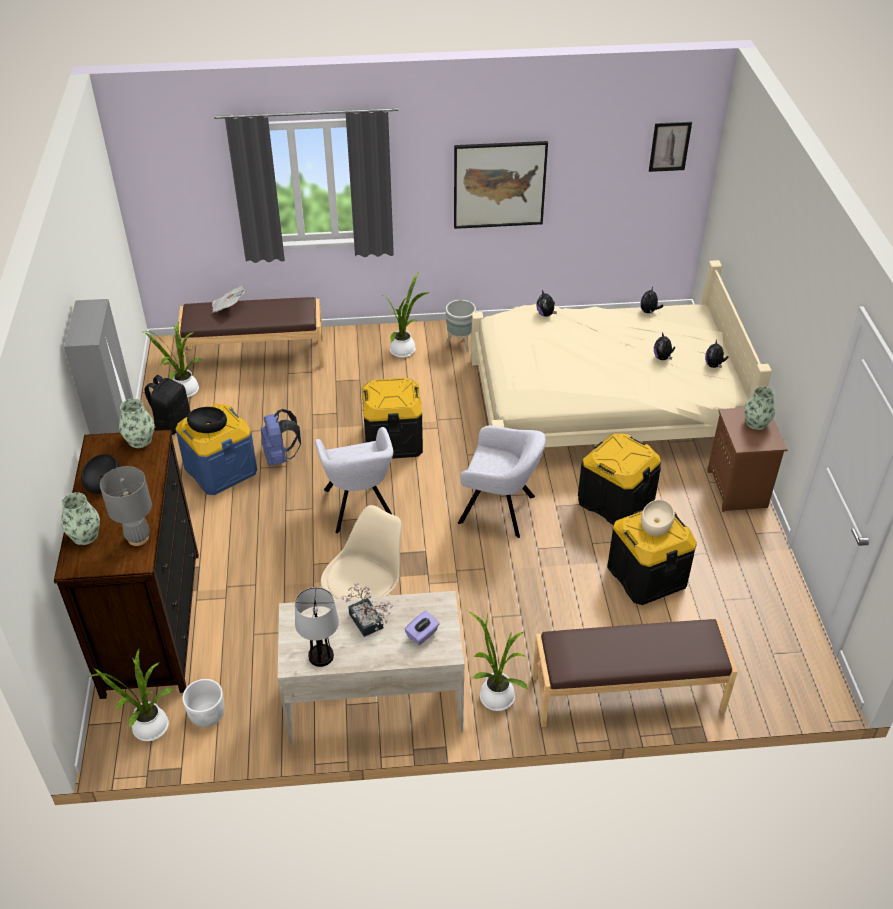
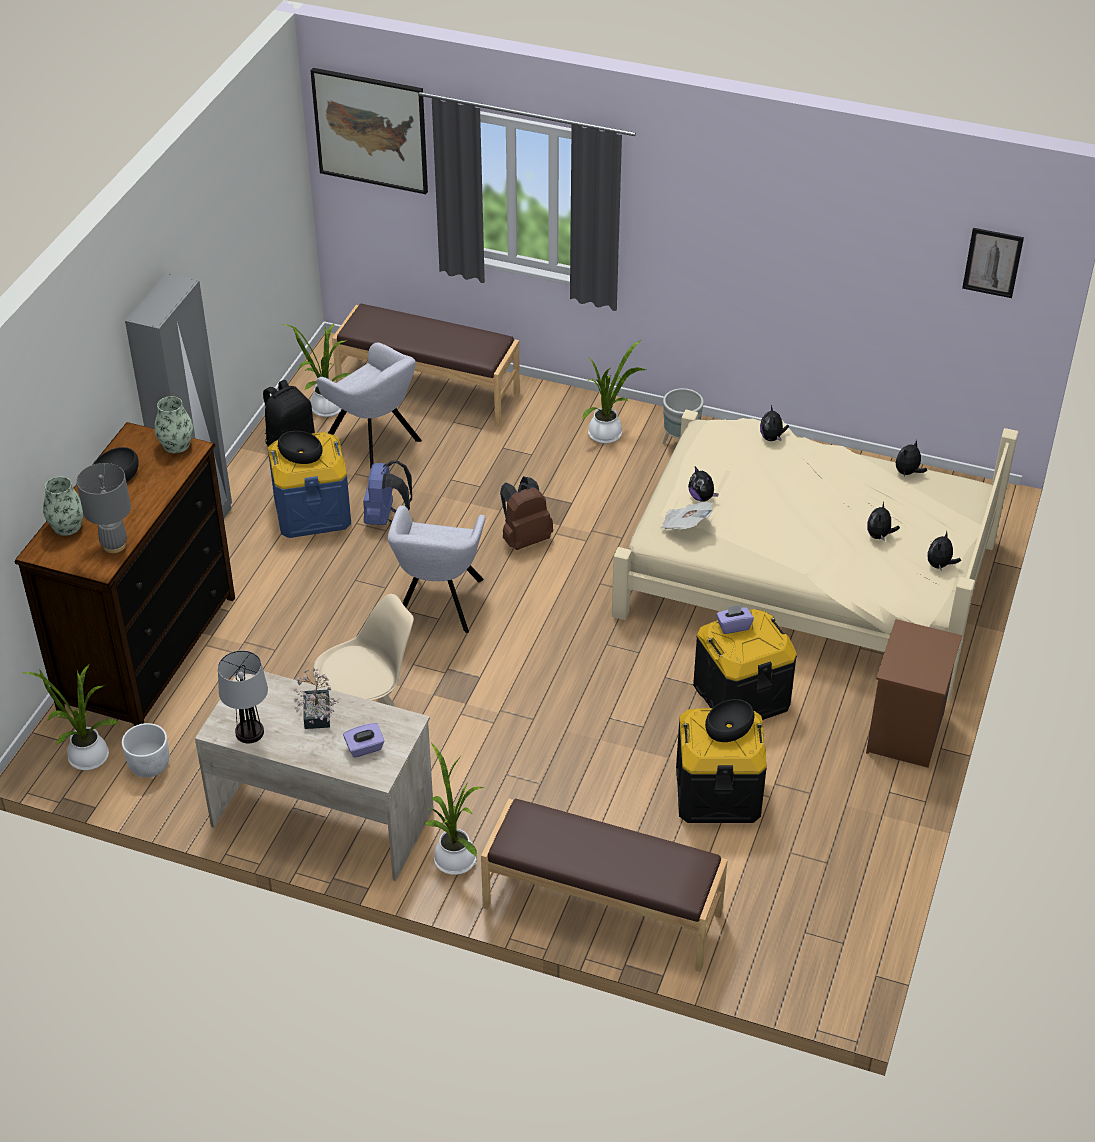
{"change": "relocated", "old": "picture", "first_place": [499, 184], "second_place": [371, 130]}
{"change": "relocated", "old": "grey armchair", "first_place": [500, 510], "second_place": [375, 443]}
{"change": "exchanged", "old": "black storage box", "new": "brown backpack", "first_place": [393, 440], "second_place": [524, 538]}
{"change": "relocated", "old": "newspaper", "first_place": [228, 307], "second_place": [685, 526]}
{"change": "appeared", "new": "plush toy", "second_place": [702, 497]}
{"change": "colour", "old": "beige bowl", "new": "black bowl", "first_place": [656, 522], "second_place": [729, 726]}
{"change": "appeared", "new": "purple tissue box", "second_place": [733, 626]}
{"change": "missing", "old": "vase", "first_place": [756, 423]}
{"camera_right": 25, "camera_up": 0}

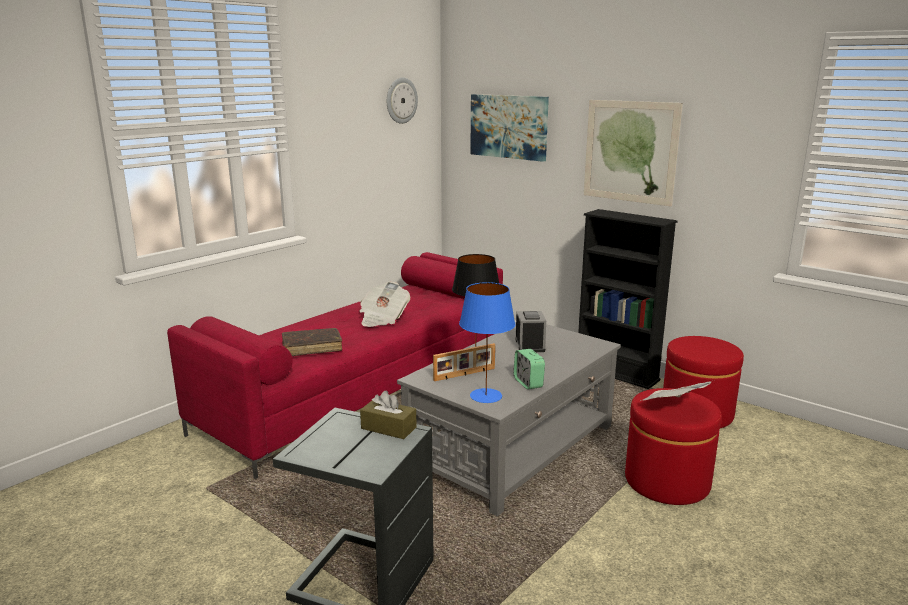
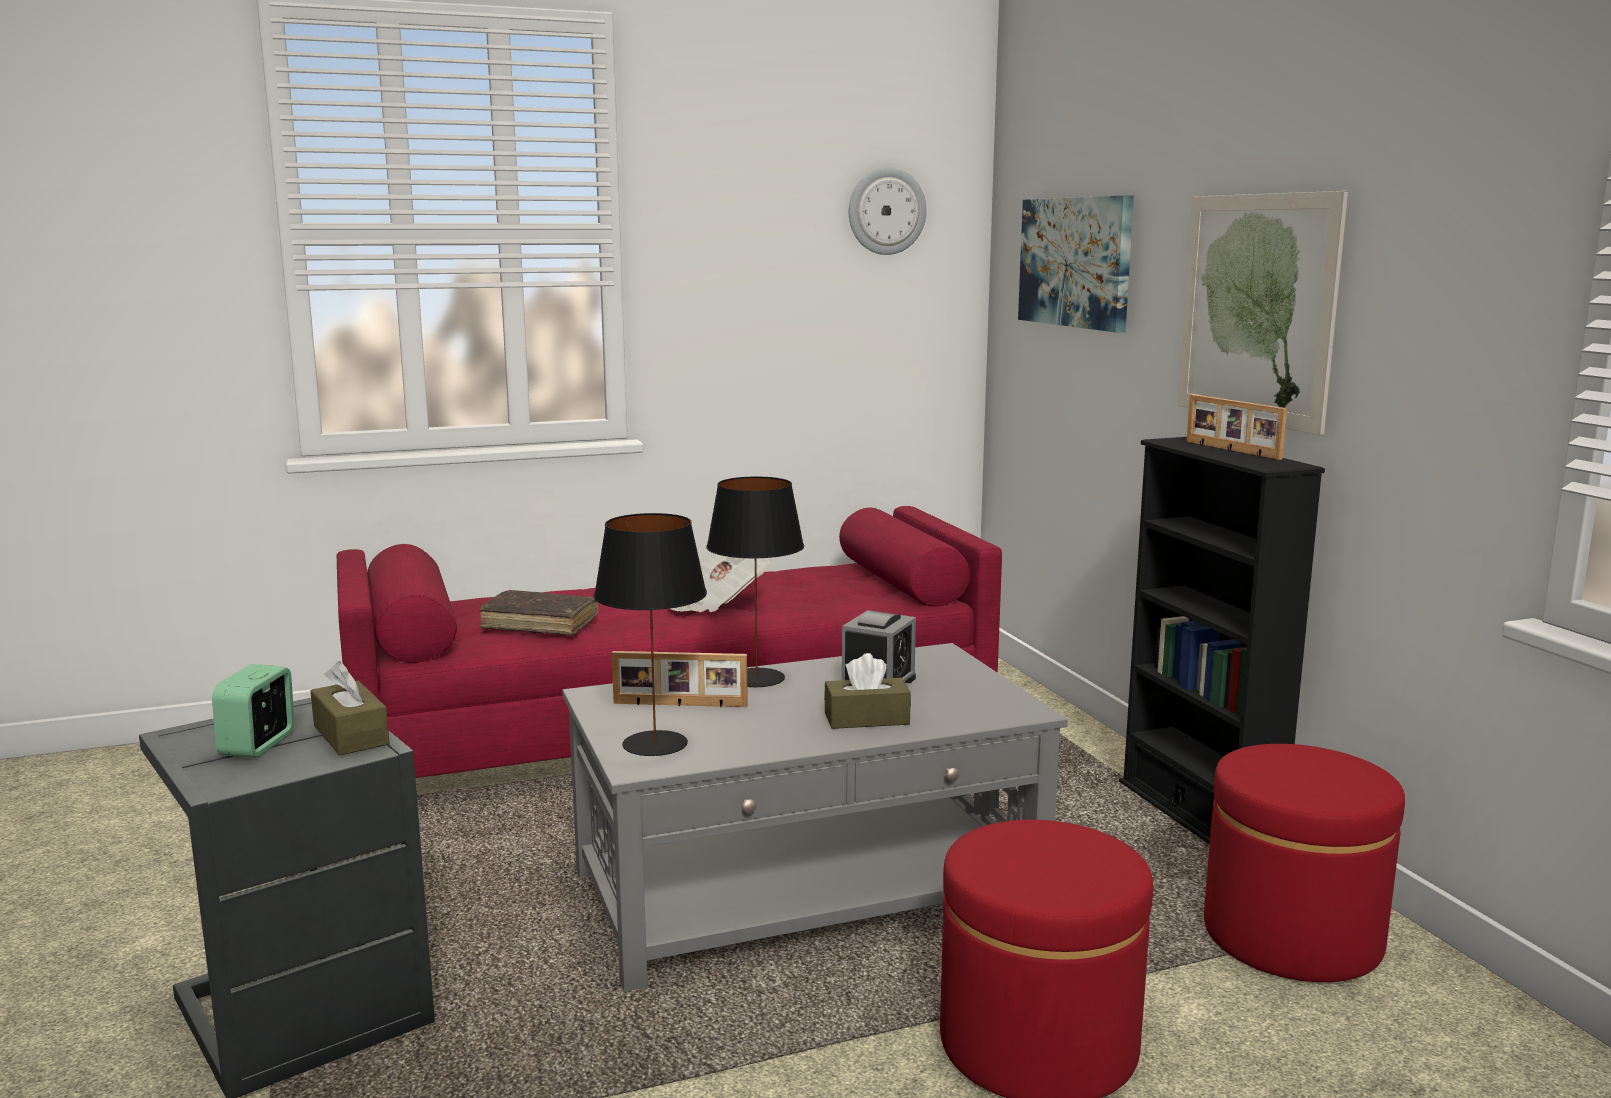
{"change": "relocated", "old": "alarm clock", "first_place": [528, 383], "second_place": [258, 745]}
{"change": "colour", "old": "blue table lamp", "new": "black table lamp", "first_place": [485, 396], "second_place": [653, 744]}
{"change": "appeared", "new": "brown tissue box", "second_place": [866, 719]}
{"change": "appeared", "new": "picture frame", "second_place": [1231, 450]}
{"change": "missing", "old": "newspaper", "first_place": [673, 407]}
{"camera_right": 30, "camera_up": -5}

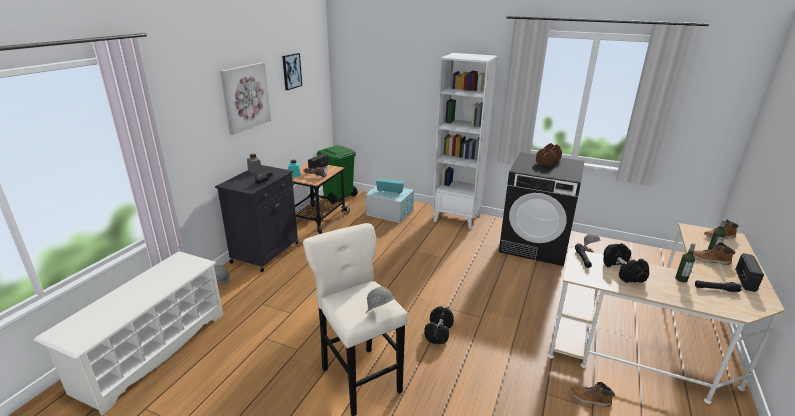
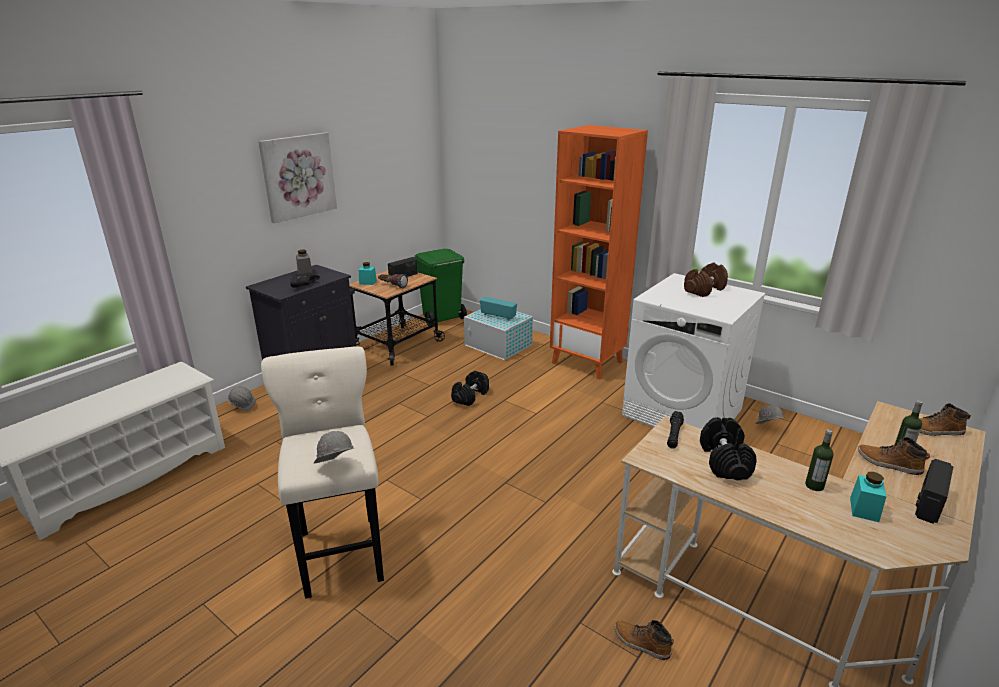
{"change": "relocated", "old": "black dumbbell", "first_place": [438, 332], "second_place": [470, 396]}
{"change": "colour", "old": "white bookcase", "new": "orange bookcase", "first_place": [457, 218], "second_place": [587, 362]}
{"change": "colour", "old": "black washing machine", "new": "white washing machine", "first_place": [535, 245], "second_place": [683, 413]}
{"change": "exchanged", "old": "black flashlight", "new": "turquoise jar", "first_place": [716, 289], "second_place": [864, 509]}
{"change": "missing", "old": "picture", "first_place": [291, 71]}
{"camera_right": 15, "camera_up": 0}

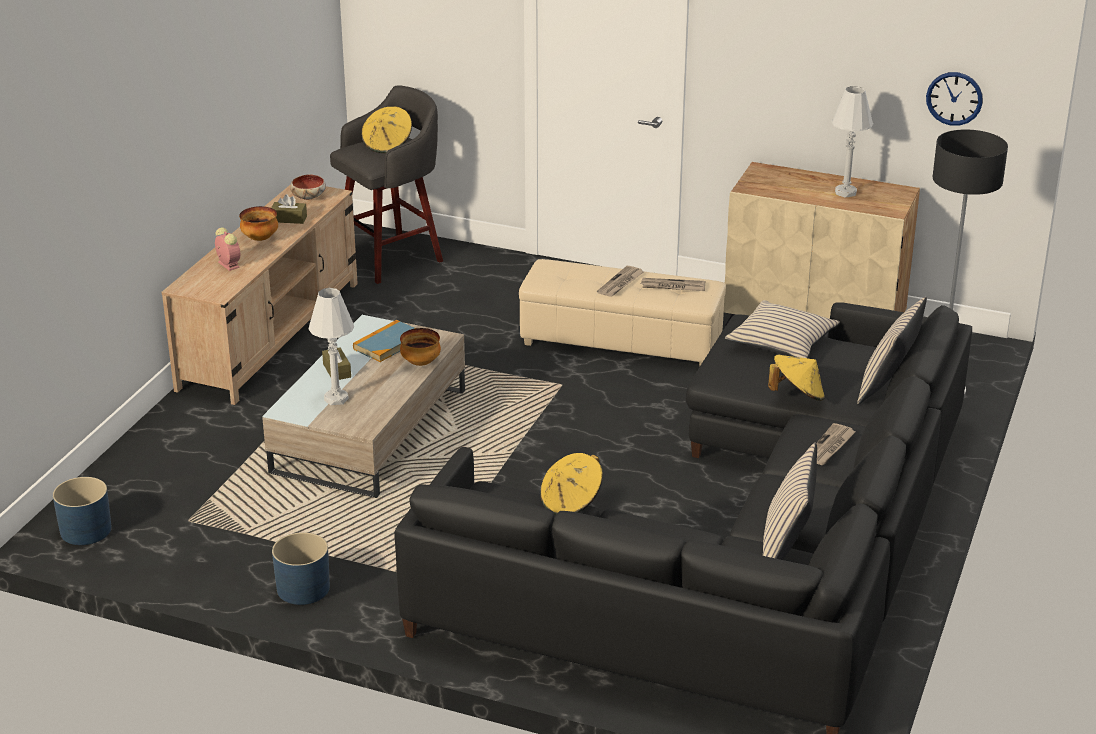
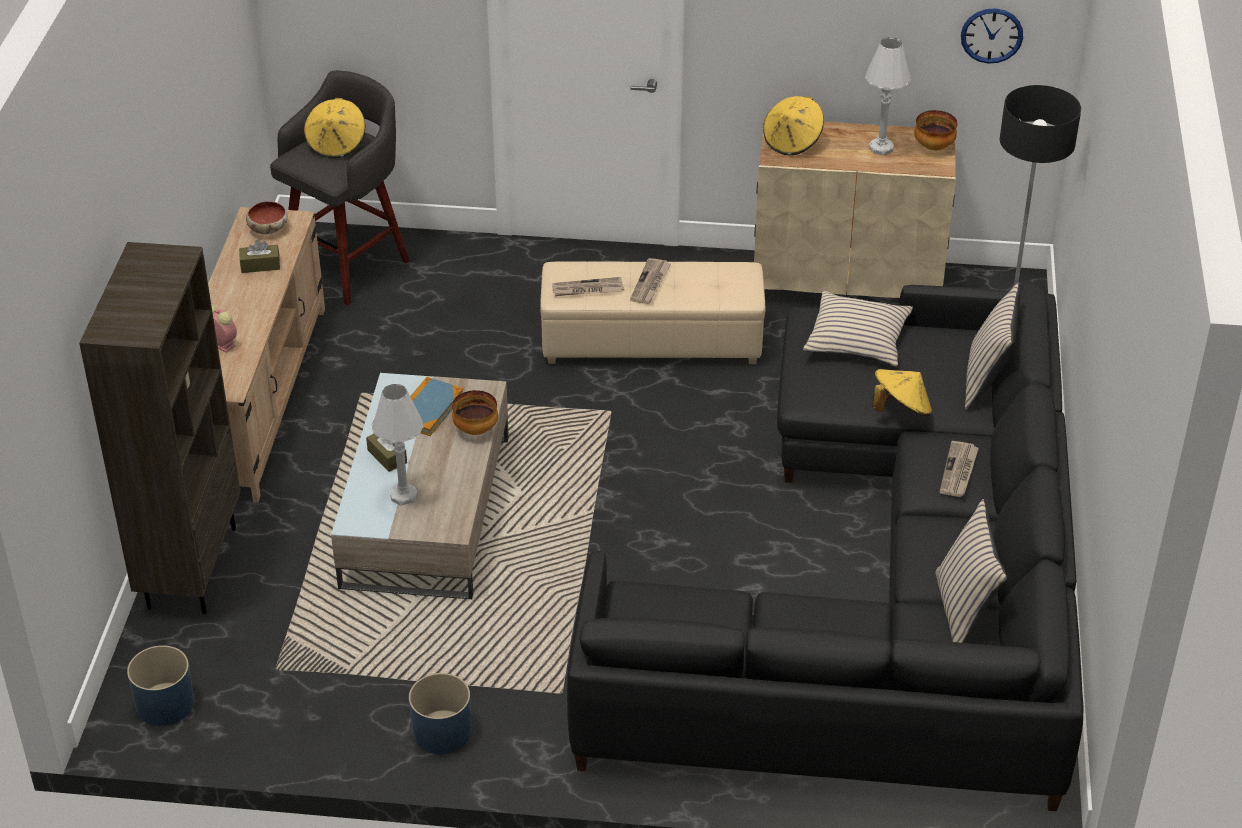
{"change": "appeared", "new": "brown bookcase", "second_place": [190, 567]}
{"change": "relocated", "old": "newspaper", "first_place": [672, 287], "second_place": [587, 290]}
{"change": "relocated", "old": "yellow hat", "first_place": [571, 502], "second_place": [792, 142]}
{"change": "relocated", "old": "bowl", "first_place": [260, 238], "second_place": [934, 146]}
{"camera_right": -15, "camera_up": 10}

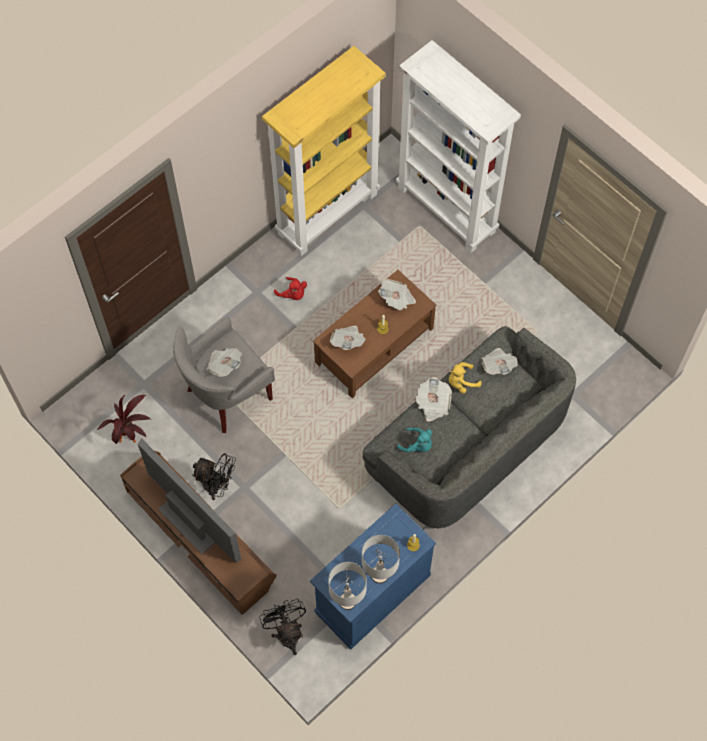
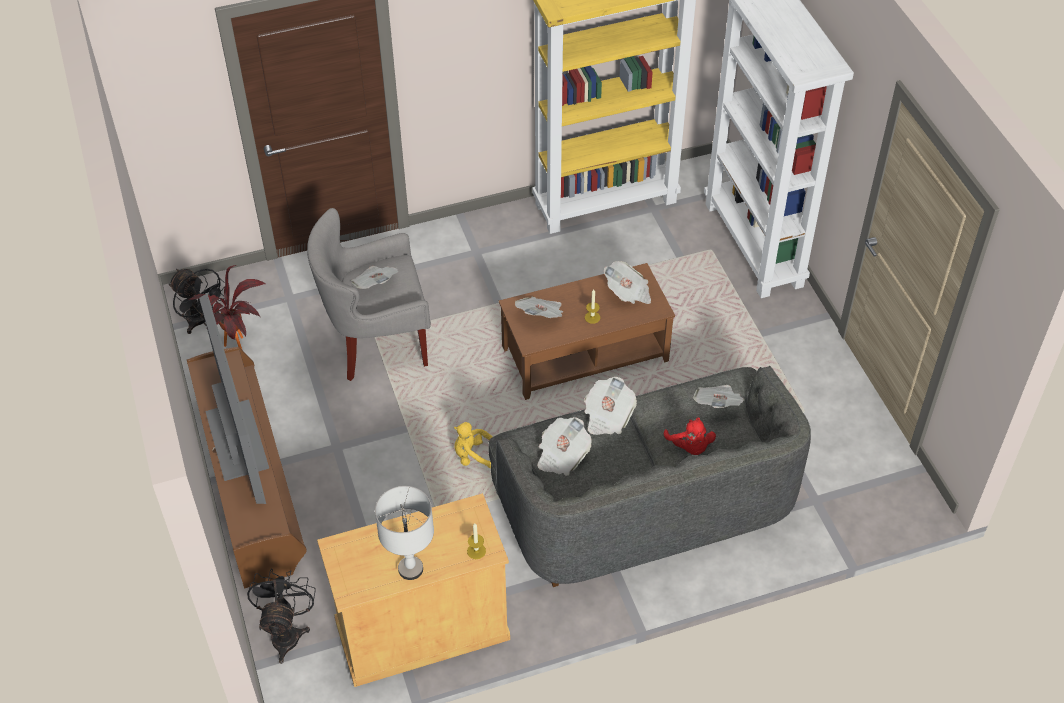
{"change": "relocated", "old": "black fan", "first_place": [216, 486], "second_place": [202, 321]}
{"change": "colour", "old": "blue cabinet", "new": "beige cabinet", "first_place": [372, 593], "second_place": [422, 630]}
{"change": "relocated", "old": "yellow plush toy", "first_place": [461, 382], "second_place": [473, 456]}
{"change": "exchanged", "old": "turquoise plush toy", "new": "newspaper", "first_place": [417, 445], "second_place": [562, 455]}
{"change": "relocated", "old": "red plush toy", "first_place": [293, 294], "second_place": [690, 447]}
{"change": "missing", "old": "grey table lamp", "first_place": [347, 601]}
{"camera_right": 25, "camera_up": -15}

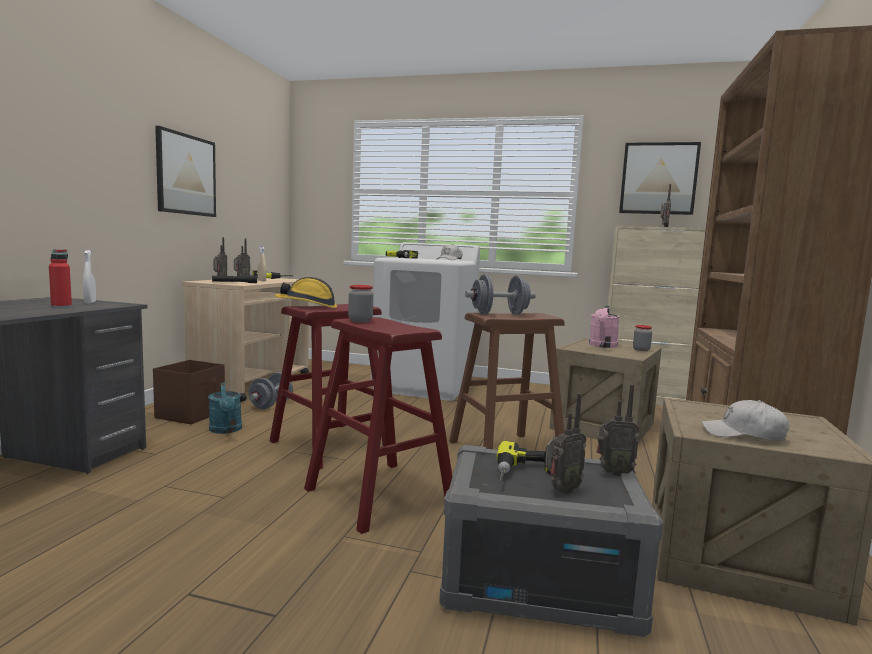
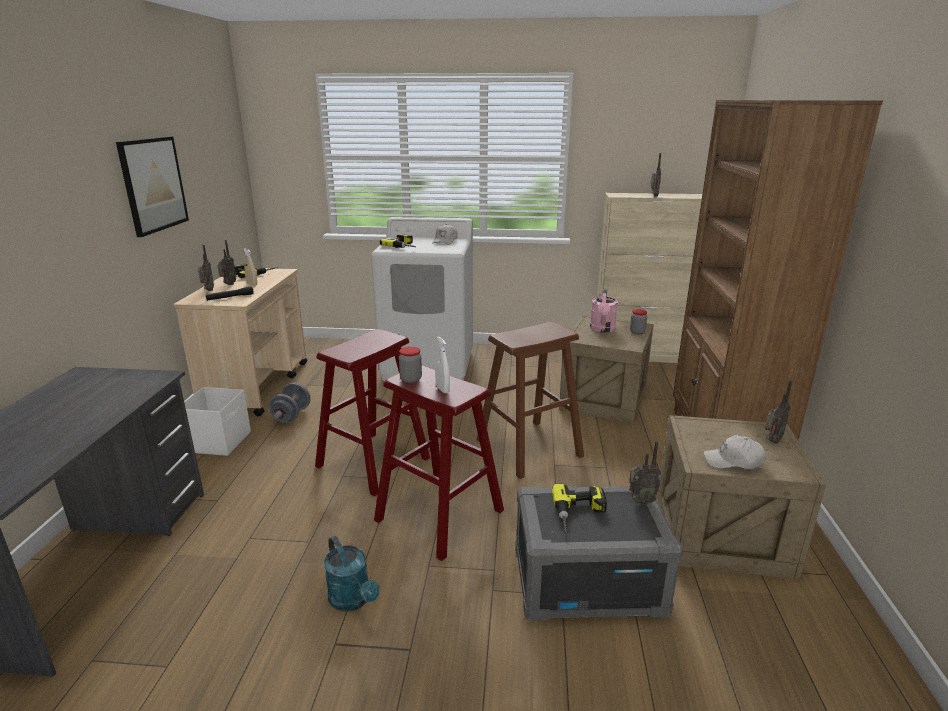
{"change": "colour", "old": "brown storage box", "new": "white storage box", "first_place": [191, 414], "second_place": [220, 441]}
{"change": "relocated", "old": "turquoise watering can", "first_place": [226, 430], "second_place": [353, 600]}
{"change": "relocated", "old": "white spray bottle", "first_place": [90, 302], "second_place": [442, 389]}
{"change": "relocated", "old": "radio", "first_place": [561, 490], "second_place": [771, 441]}
{"change": "missing", "old": "red bottle", "first_place": [61, 307]}
{"change": "missing", "old": "hard hat", "first_place": [307, 306]}
{"change": "missing", "old": "grey dumbbell", "first_place": [499, 314]}
{"change": "missing", "old": "picture", "first_place": [658, 178]}
{"camera_right": -10, "camera_up": 15}

